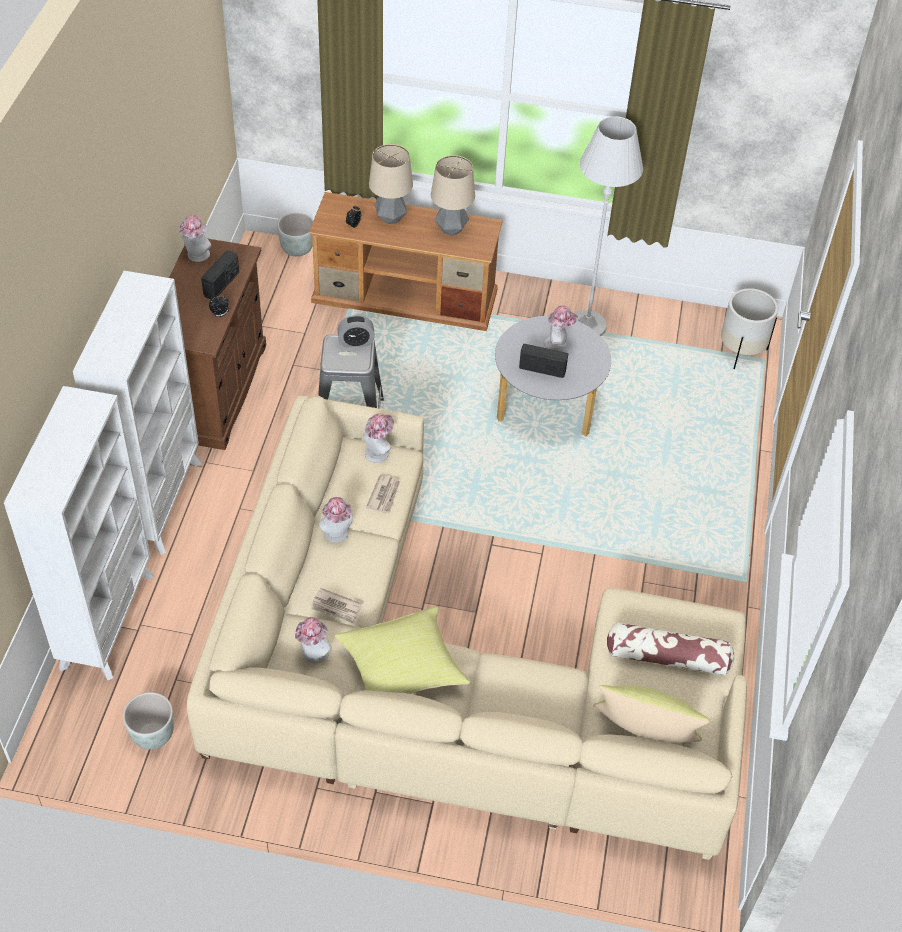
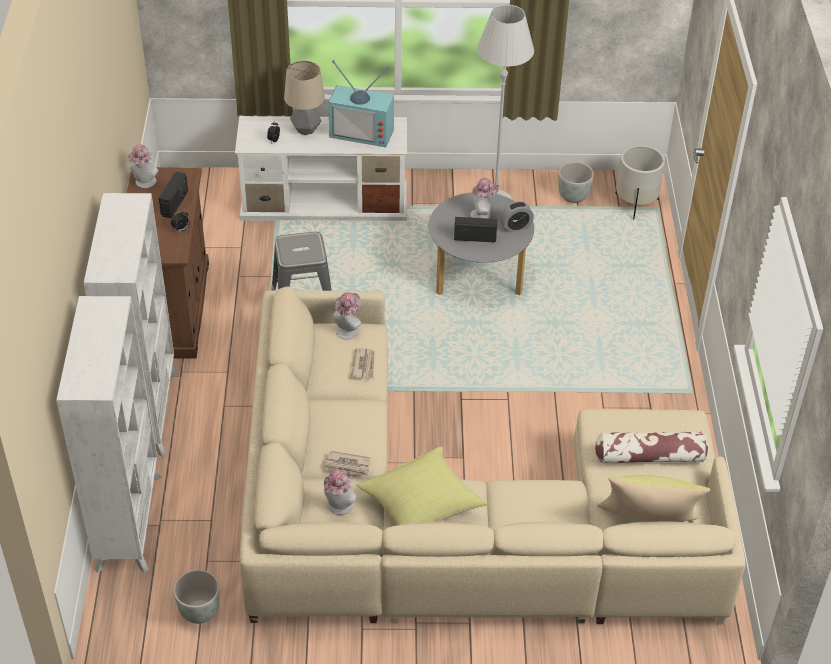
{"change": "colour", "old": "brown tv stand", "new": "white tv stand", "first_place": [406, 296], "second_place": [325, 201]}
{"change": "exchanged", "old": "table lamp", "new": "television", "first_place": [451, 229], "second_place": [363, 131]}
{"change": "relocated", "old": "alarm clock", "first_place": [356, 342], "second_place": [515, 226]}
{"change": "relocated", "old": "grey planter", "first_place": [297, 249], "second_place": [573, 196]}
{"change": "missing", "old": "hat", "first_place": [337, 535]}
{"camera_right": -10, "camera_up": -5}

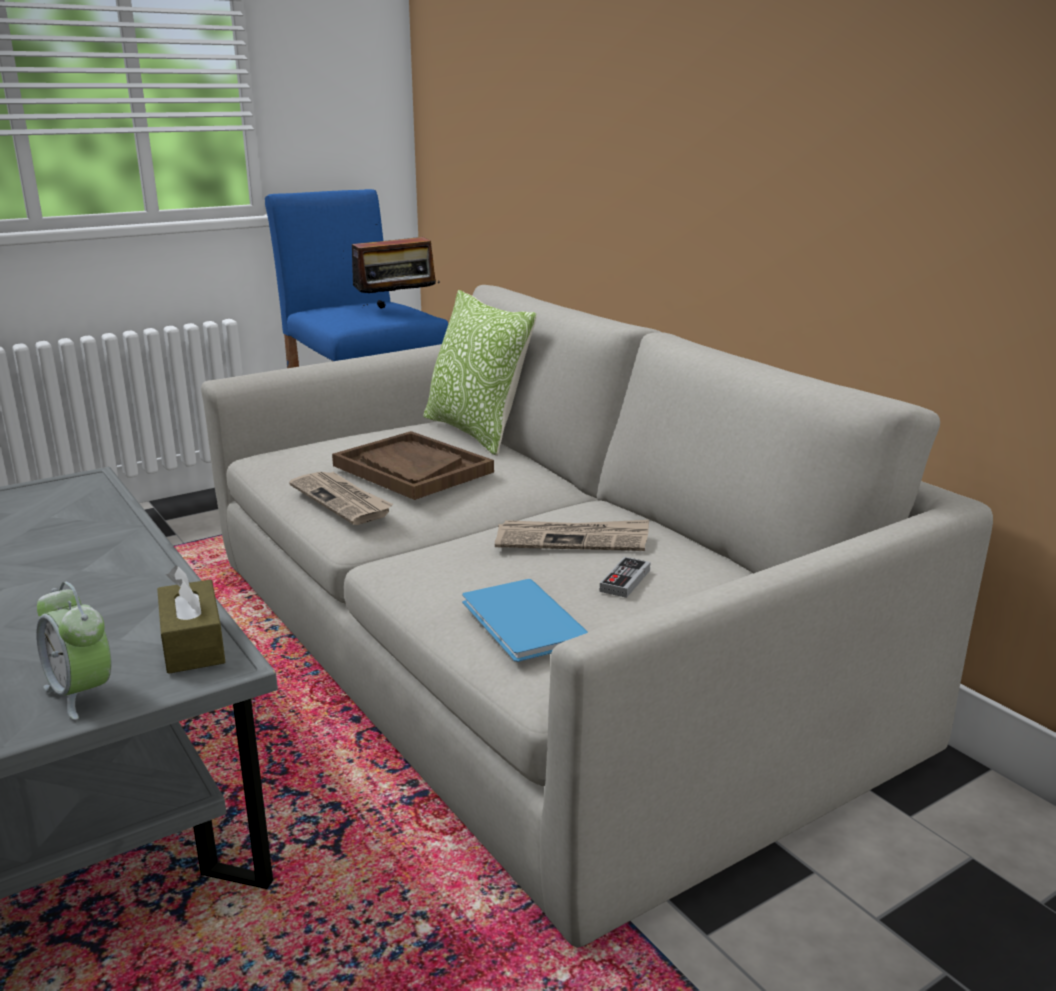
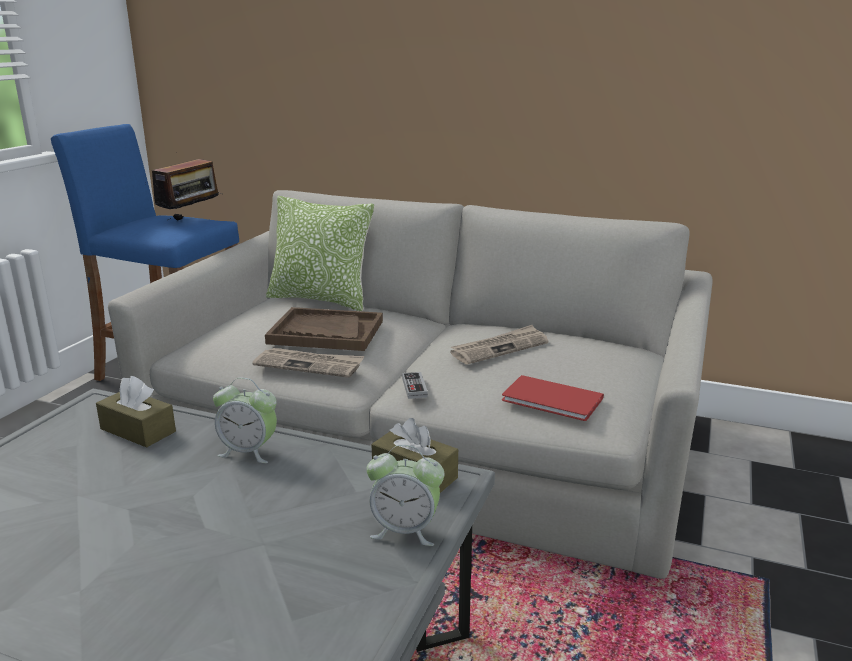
{"change": "appeared", "new": "brown tissue box", "second_place": [138, 430]}
{"change": "appeared", "new": "alarm clock", "second_place": [249, 452]}
{"change": "relocated", "old": "game controller", "first_place": [625, 581], "second_place": [414, 388]}
{"change": "colour", "old": "blue book", "new": "red book", "first_place": [522, 624], "second_place": [553, 401]}
{"camera_right": -35, "camera_up": 0}

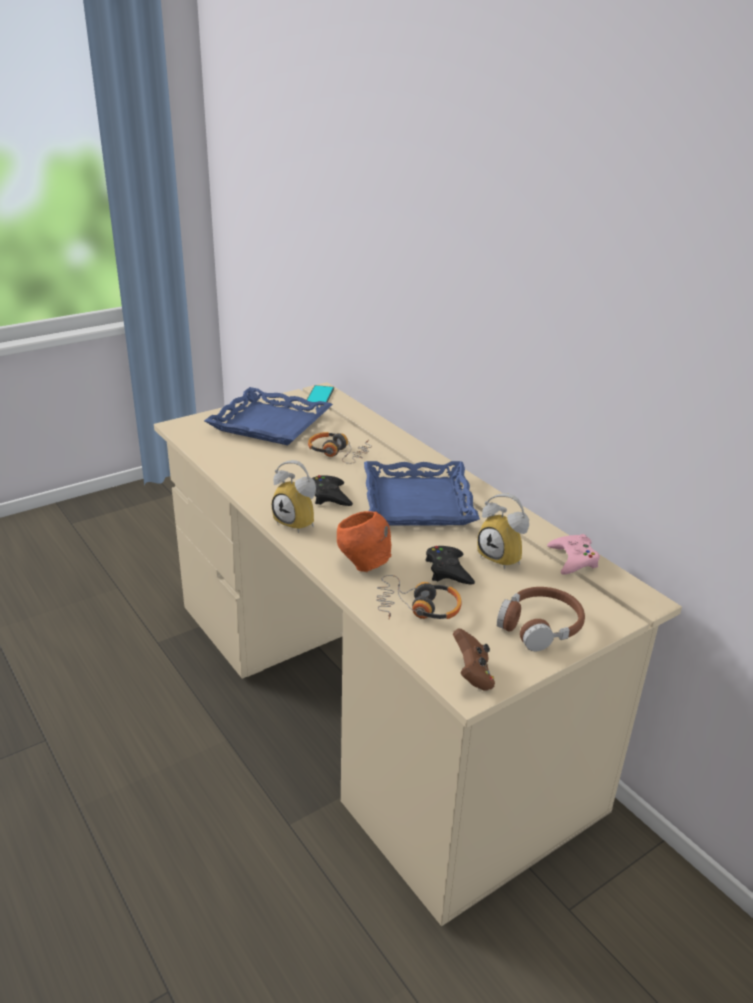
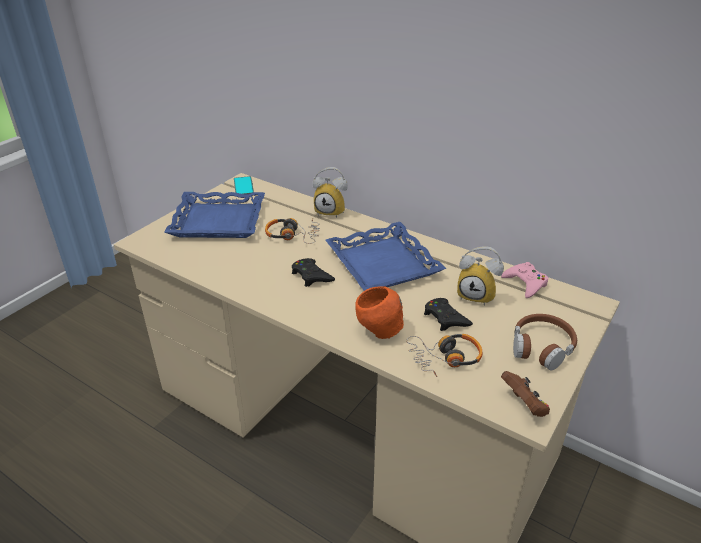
{"change": "relocated", "old": "alarm clock", "first_place": [299, 522], "second_place": [332, 211]}
{"camera_right": -20, "camera_up": 5}

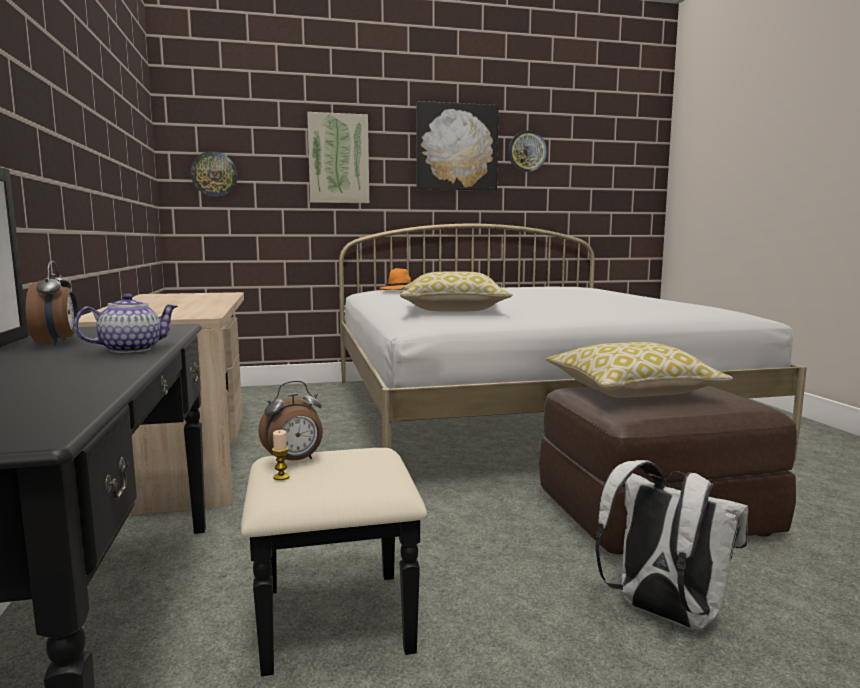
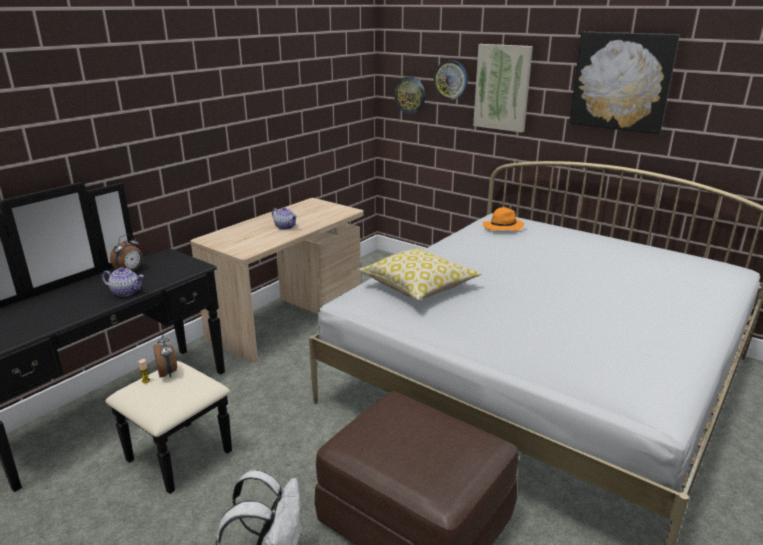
{"change": "spun", "old": "alarm clock", "first_place": [294, 461], "second_place": [168, 373], "degrees": -135}
{"change": "appeared", "new": "teapot", "second_place": [285, 227]}
{"change": "relocated", "old": "wall clock", "first_place": [527, 151], "second_place": [451, 80]}
{"change": "missing", "old": "pillow", "first_place": [631, 391]}
{"camera_right": 50, "camera_up": 15}

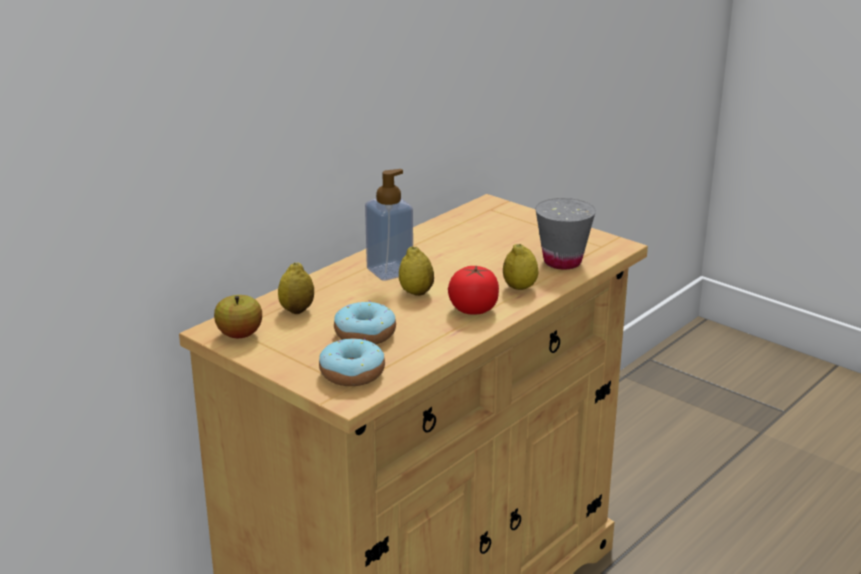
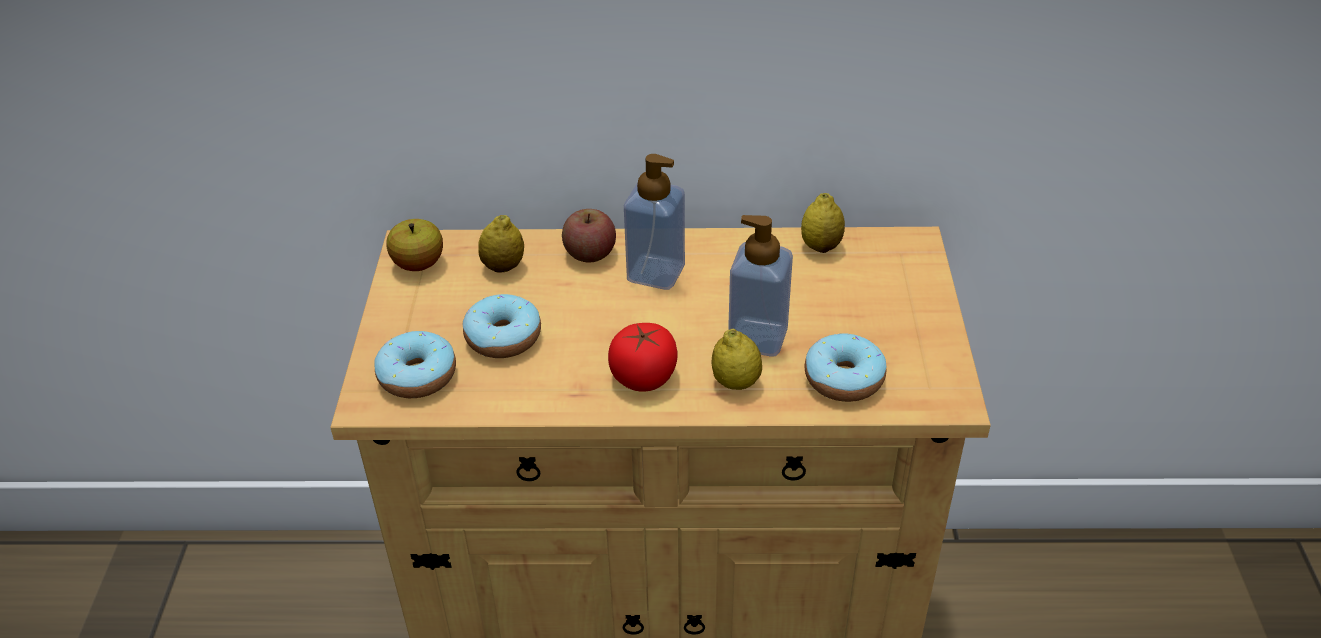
{"change": "appeared", "new": "apple", "second_place": [590, 253]}
{"change": "appeared", "new": "soap dispenser", "second_place": [757, 338]}
{"change": "relocated", "old": "lemon", "first_place": [416, 292], "second_place": [821, 246]}
{"change": "exchanged", "old": "grey cup", "new": "donut", "first_place": [562, 262], "second_place": [843, 379]}
{"camera_right": 50, "camera_up": 15}

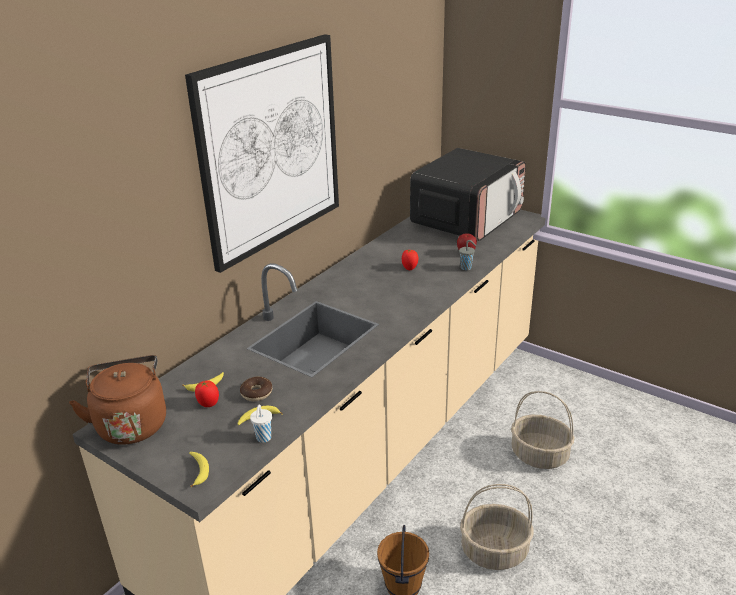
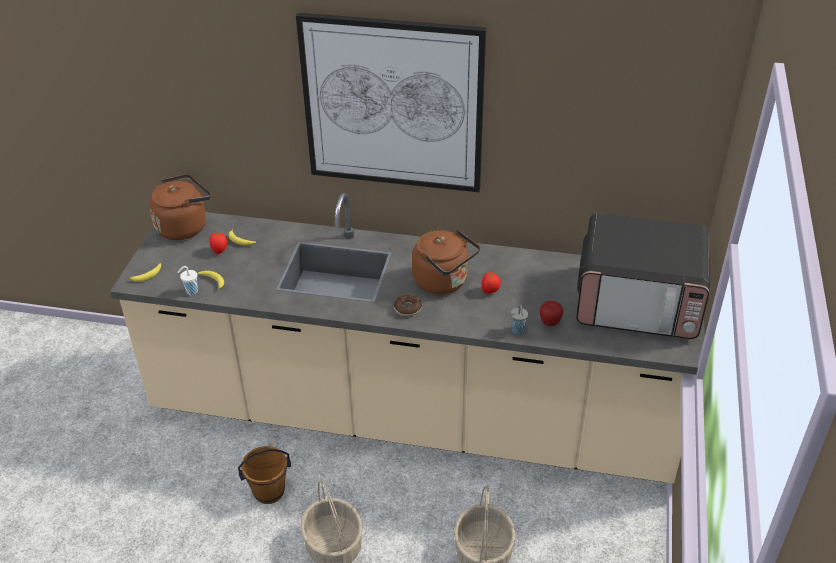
{"change": "relocated", "old": "donut", "first_place": [256, 393], "second_place": [408, 309]}
{"change": "appeared", "new": "brown kettle", "second_place": [444, 282]}
{"camera_right": 65, "camera_up": 10}

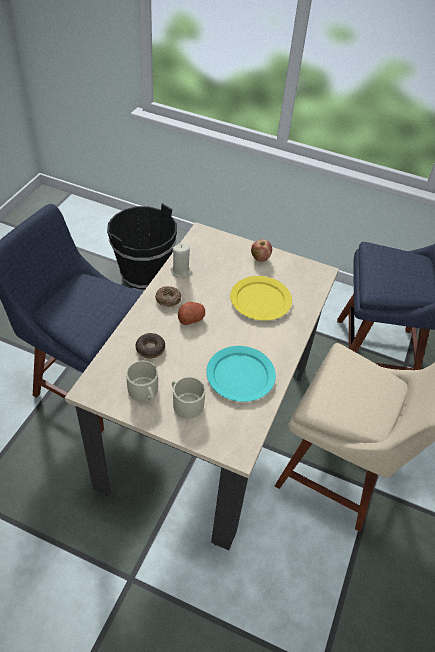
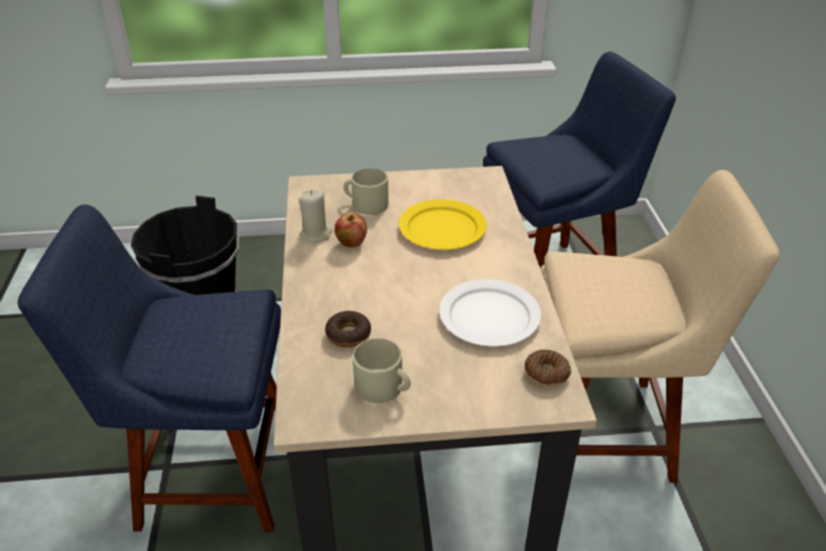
{"change": "relocated", "old": "apple", "first_place": [260, 258], "second_place": [351, 243]}
{"change": "relocated", "old": "beige mug", "first_place": [185, 403], "second_place": [366, 204]}
{"change": "colour", "old": "turquoise plate", "new": "white plate", "first_place": [241, 375], "second_place": [490, 316]}
{"change": "relocated", "old": "donut", "first_place": [168, 300], "second_place": [546, 373]}
{"change": "missing", "old": "potato", "first_place": [191, 318]}
{"camera_right": -25, "camera_up": -10}

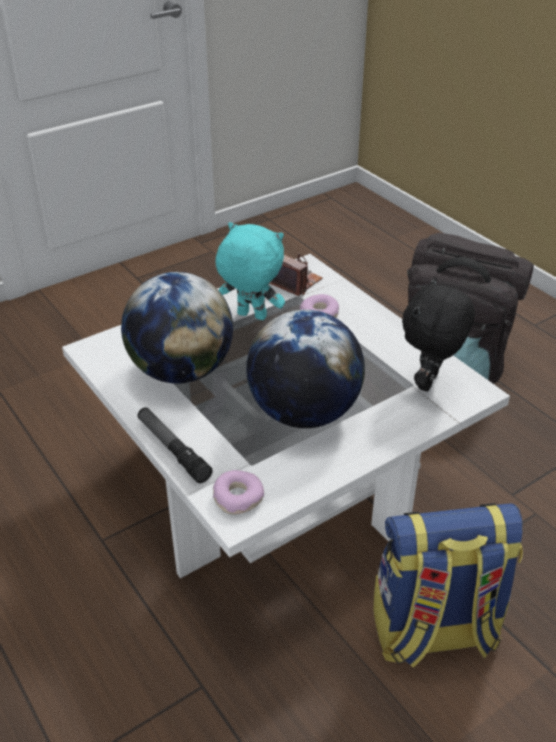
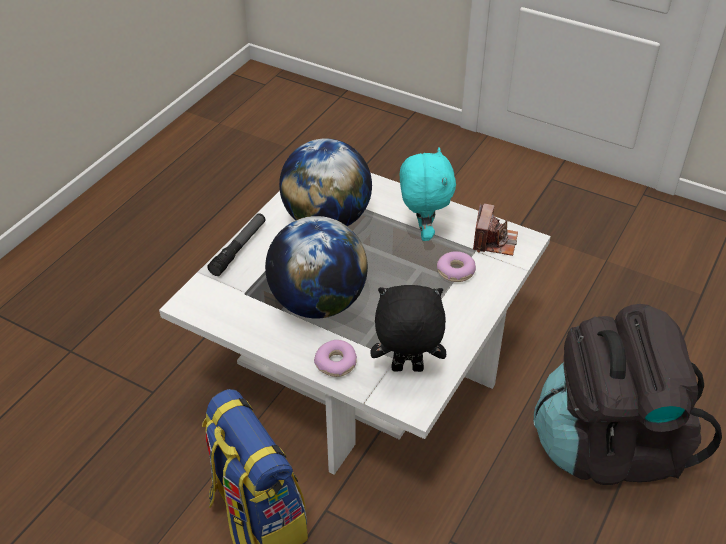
{"change": "relocated", "old": "donut", "first_place": [238, 497], "second_place": [336, 363]}
{"camera_right": 65, "camera_up": 5}

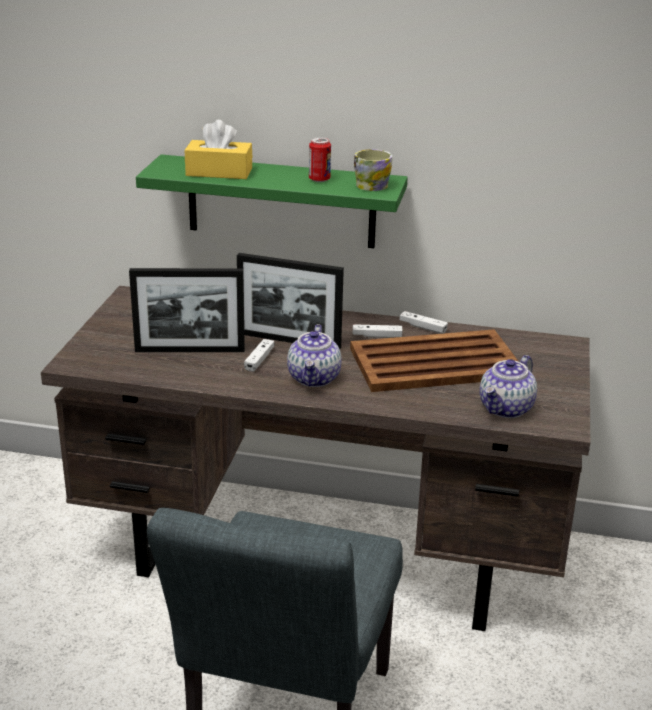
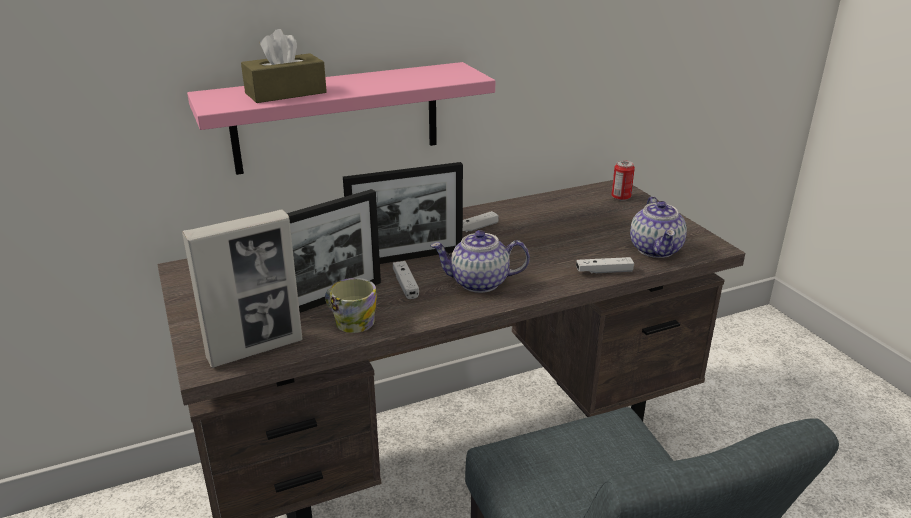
{"change": "appeared", "new": "picture frame", "second_place": [256, 349]}
{"change": "colour", "old": "green shelf", "new": "pink shelf", "first_place": [281, 202], "second_place": [337, 118]}
{"change": "colour", "old": "yellow tissue box", "new": "brown tissue box", "first_place": [219, 172], "second_place": [286, 93]}
{"change": "relocated", "old": "mug", "first_place": [369, 185], "second_place": [350, 321]}
{"change": "spun", "old": "teapot", "first_place": [314, 378], "second_place": [479, 283], "degrees": 120}
{"change": "relocated", "old": "white game controller", "first_place": [423, 327], "second_place": [604, 271]}
{"change": "relocated", "old": "can", "first_place": [319, 179], "second_place": [621, 197]}
{"change": "missing", "old": "brown tray", "first_place": [433, 363]}
{"camera_right": -35, "camera_up": 0}

